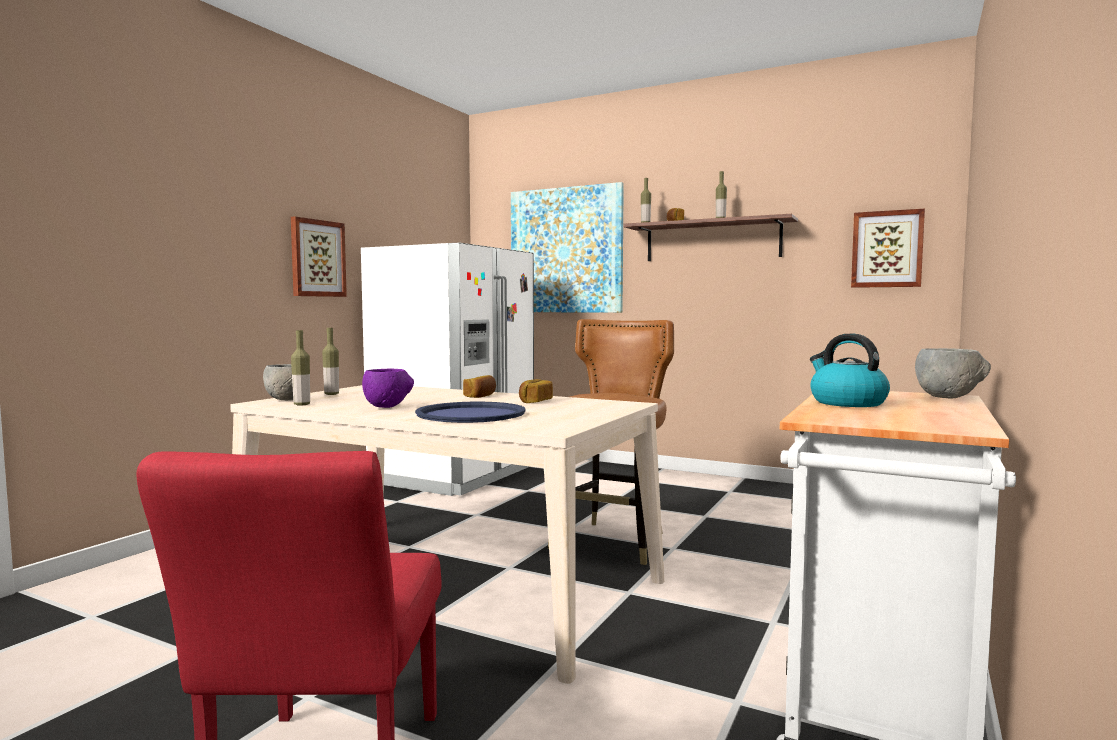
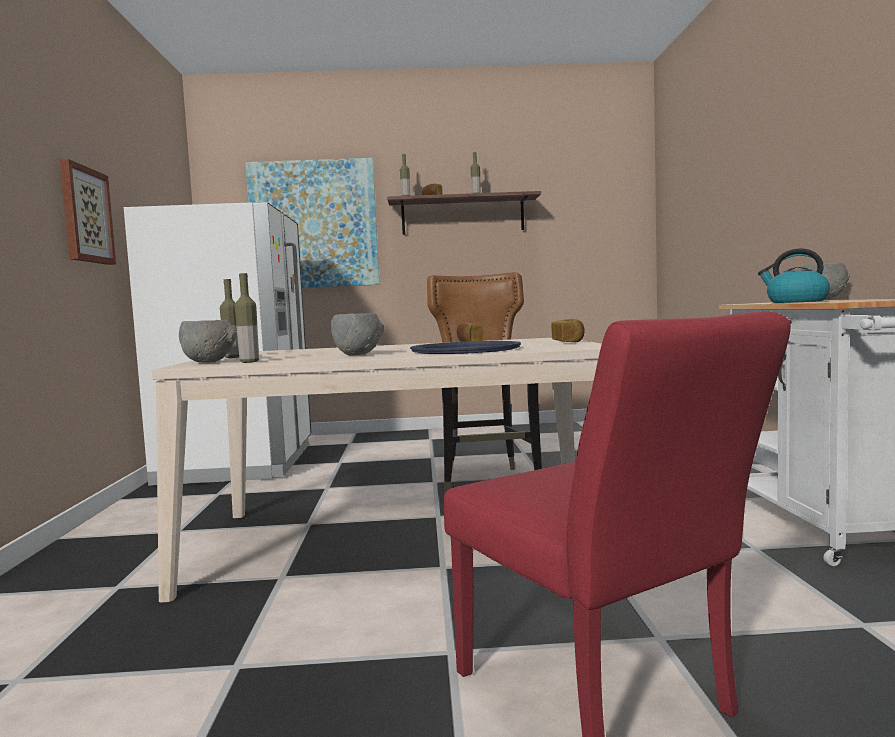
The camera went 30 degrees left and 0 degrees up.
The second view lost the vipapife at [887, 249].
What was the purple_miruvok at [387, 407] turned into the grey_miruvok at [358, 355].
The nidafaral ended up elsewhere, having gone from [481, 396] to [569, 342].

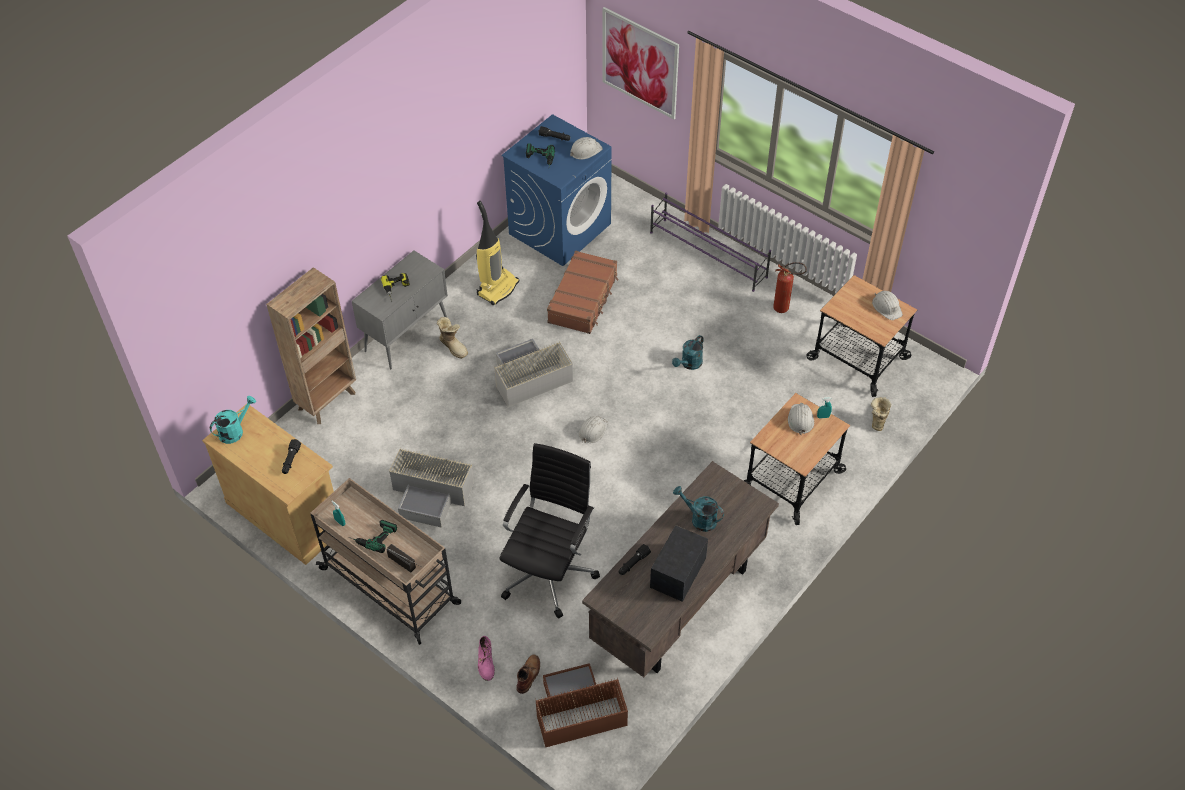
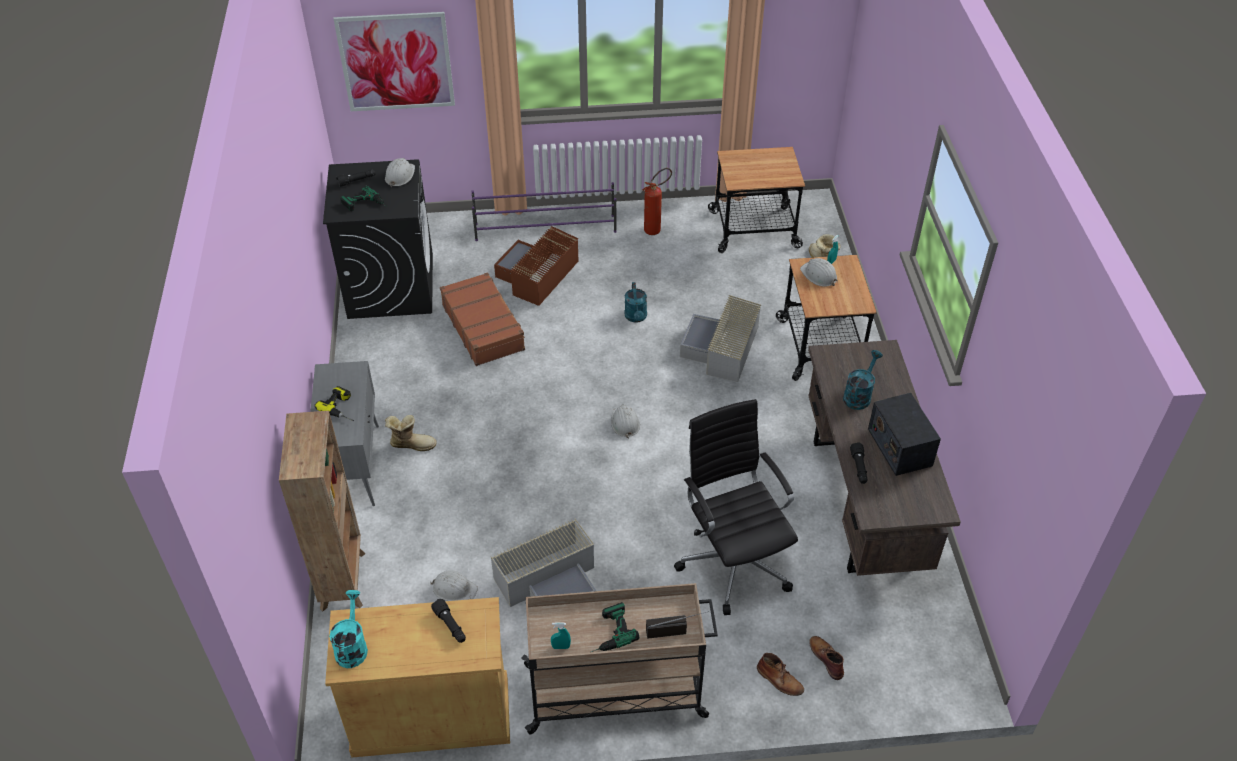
The camera went 45 degrees left and 5 degrees down.
What was the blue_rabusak at [560, 228] turned into the black_rabusak at [390, 285].
The second view lost the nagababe at [497, 288].
The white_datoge ended up elsewhere, having gone from [887, 307] to [454, 589].
The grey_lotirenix ended up elsewhere, having gone from [529, 378] to [722, 349].
The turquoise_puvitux at [699, 519] ended up facing another way, 135 degrees clockwise from before.
What was the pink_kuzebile at [486, 662] turned into the brown_kuzebile at [780, 680].
The brown_lotirenix ended up elsewhere, having gone from [577, 712] to [537, 275].

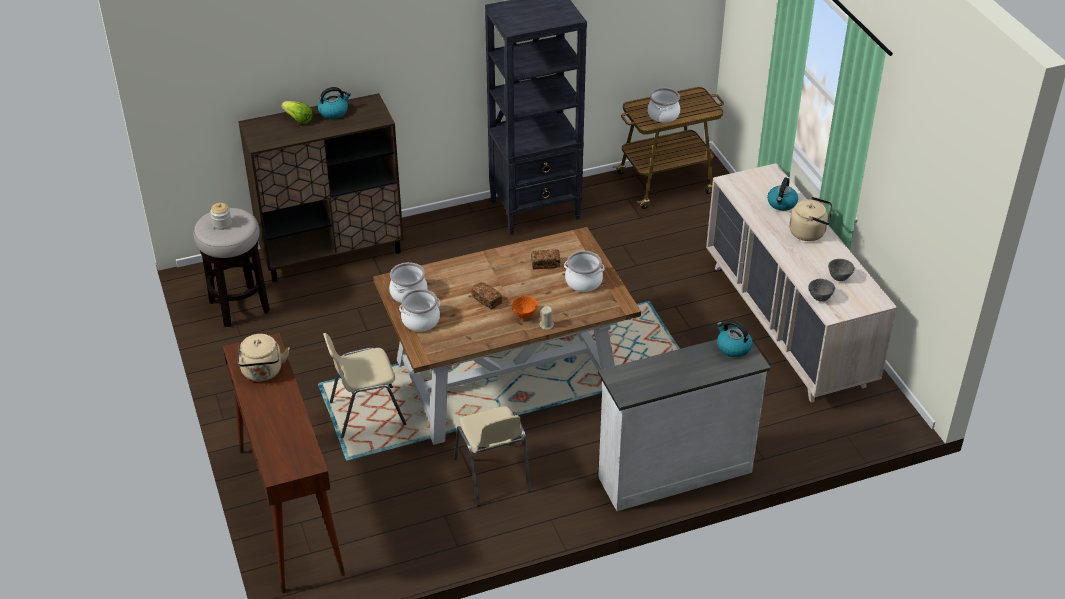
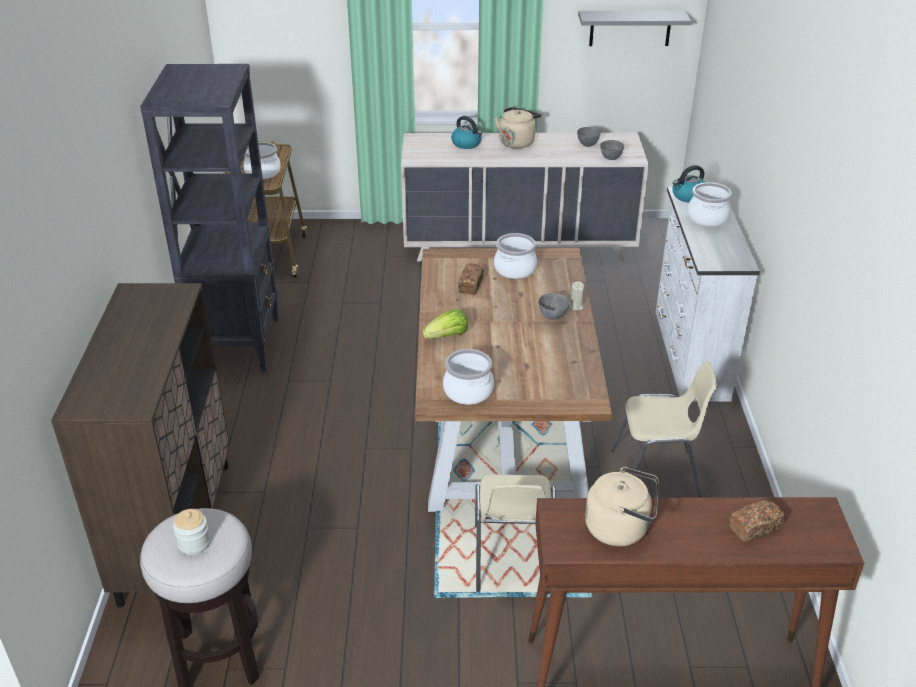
The camera went 70 degrees left and 5 degrees down.
The second view lost the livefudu at [334, 112].
The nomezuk ended up elsewhere, having gone from [298, 119] to [447, 336].
The nidafaral ended up elsewhere, having gone from [487, 300] to [754, 527].
The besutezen ended up elsewhere, having gone from [420, 321] to [708, 218].
What was the orange_miruvok at [525, 315] turned into the grey_miruvok at [553, 316].
The second view gained the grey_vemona at [630, 28].

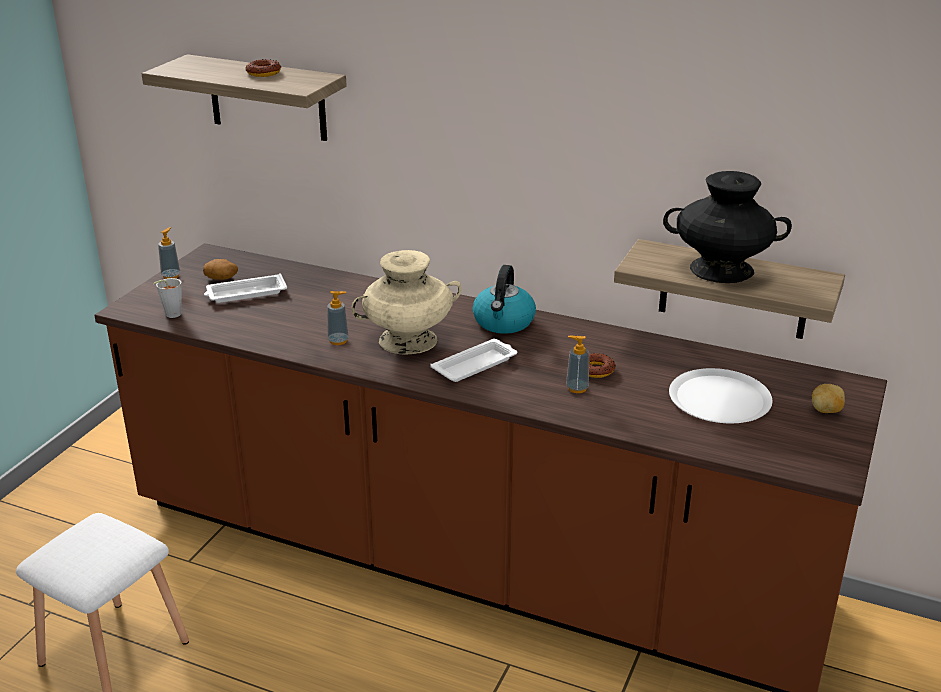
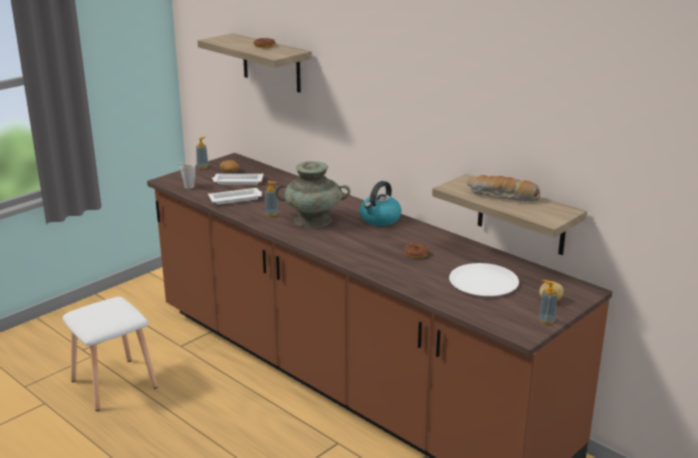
The camera went 20 degrees right and 5 degrees down.
Where the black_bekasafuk stood at [721, 270], the nidafaral came to stand at [502, 197].
What was the beige_bekasafuk at [408, 340] turned into the turquoise_bekasafuk at [313, 220].
The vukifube ended up elsewhere, having gone from [577, 388] to [546, 321].
The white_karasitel ended up elsewhere, having gone from [476, 365] to [236, 199].

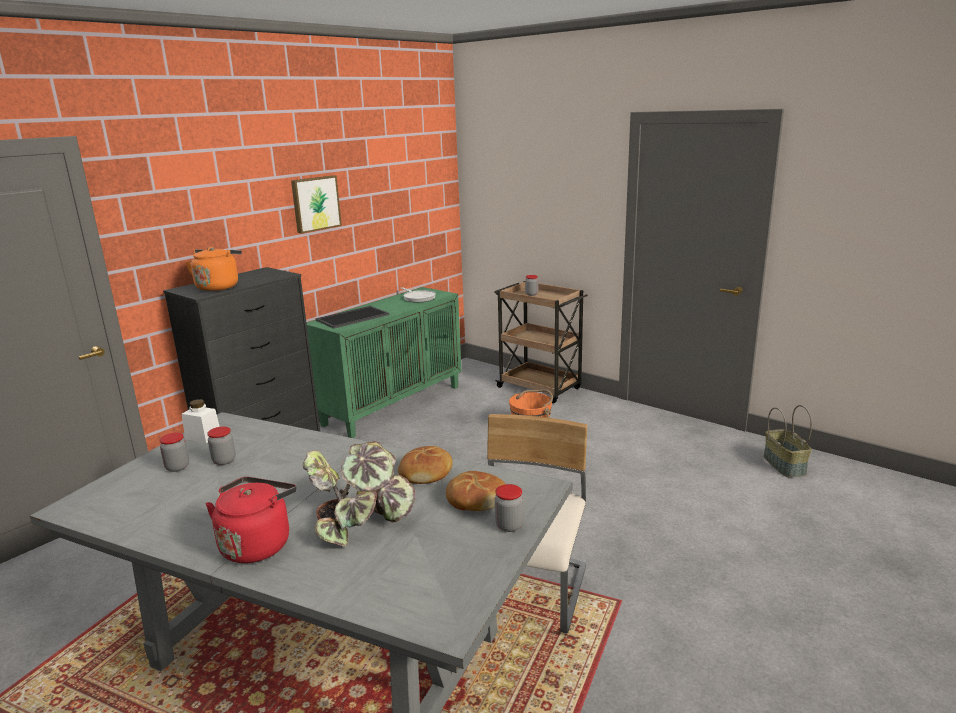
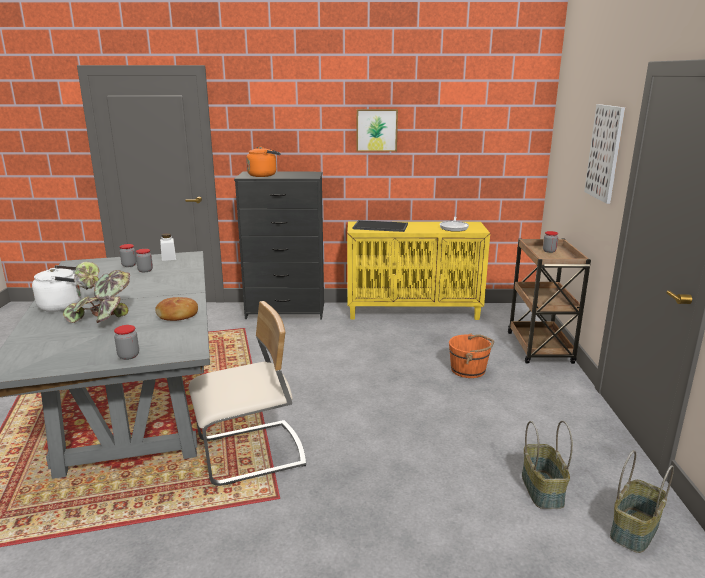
The camera went 50 degrees right and 0 degrees up.
What was the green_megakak at [393, 404] turned into the yellow_megakak at [413, 311].
The second view lost the nidafaral at [475, 499].
What was the red_livefudu at [257, 544] turned into the white_livefudu at [63, 306].
The second view gained the vipapife at [605, 152].
The second view gained the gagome at [543, 490].

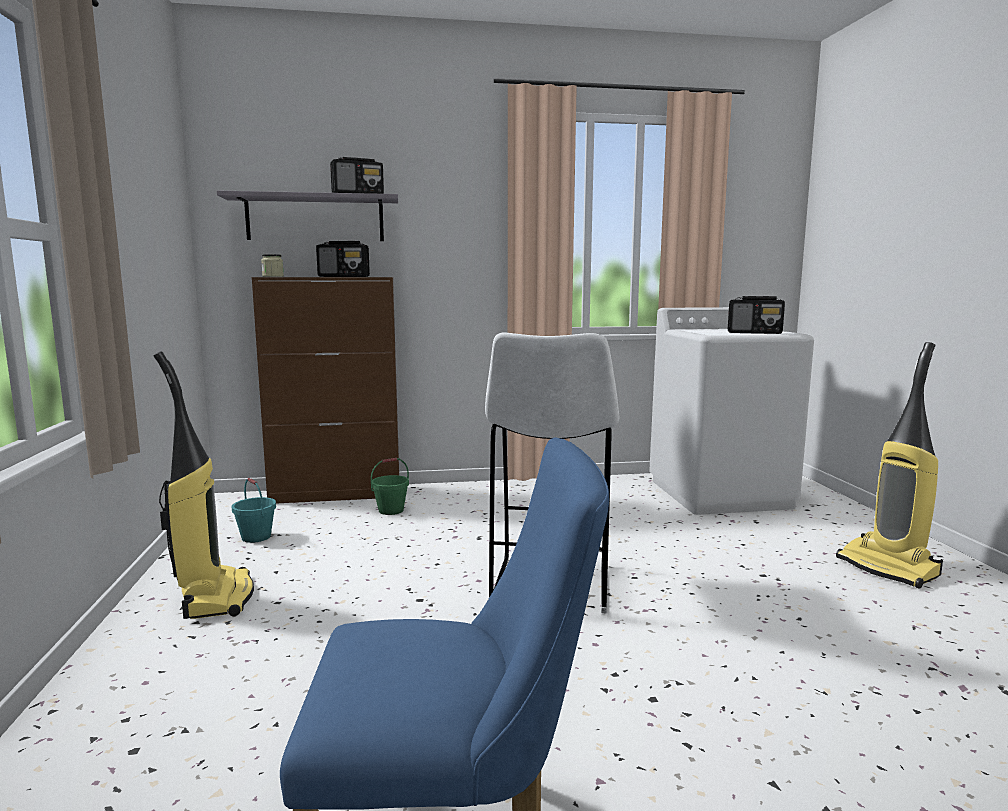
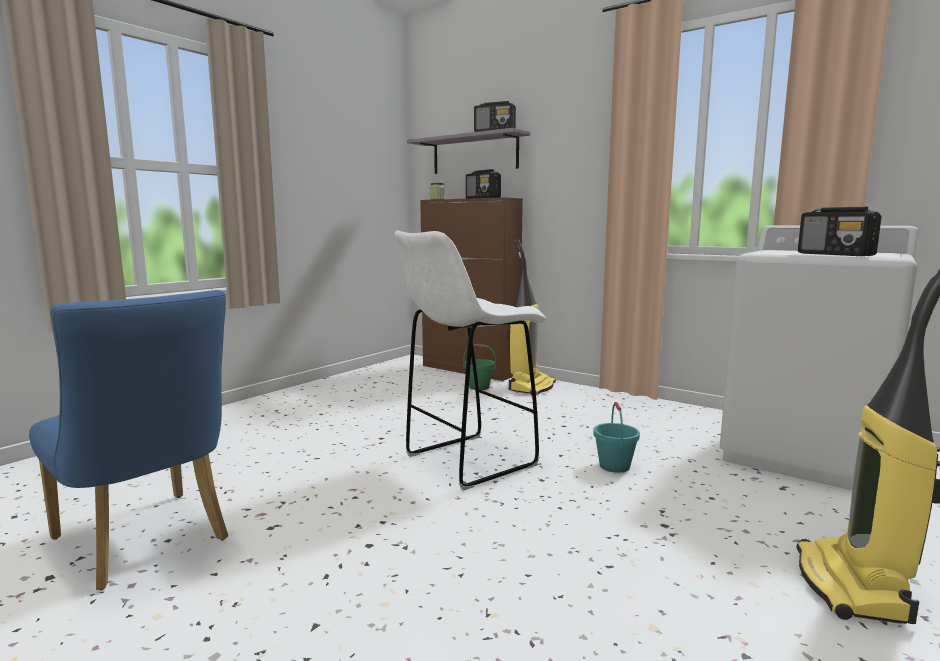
The camera went 45 degrees right and 0 degrees up.
The nagababe ended up elsewhere, having gone from [216, 597] to [531, 387].
The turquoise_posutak ended up elsewhere, having gone from [256, 537] to [615, 466].

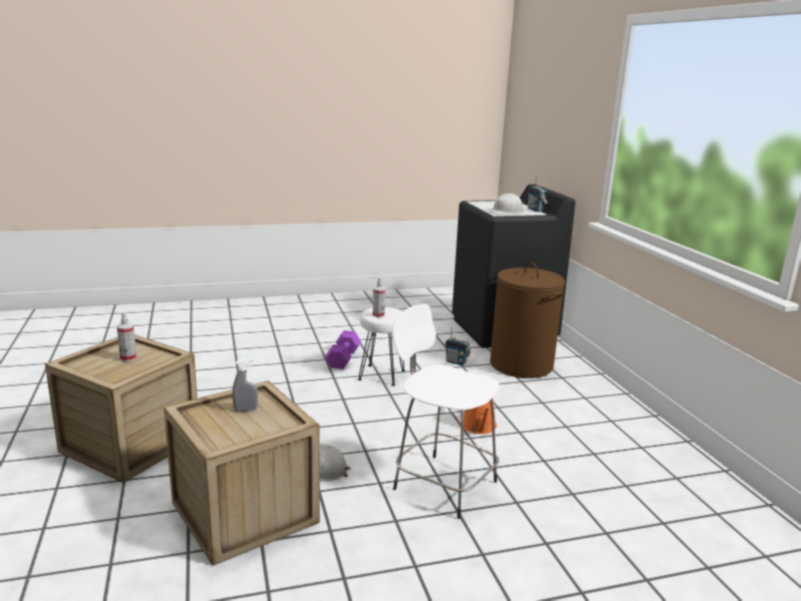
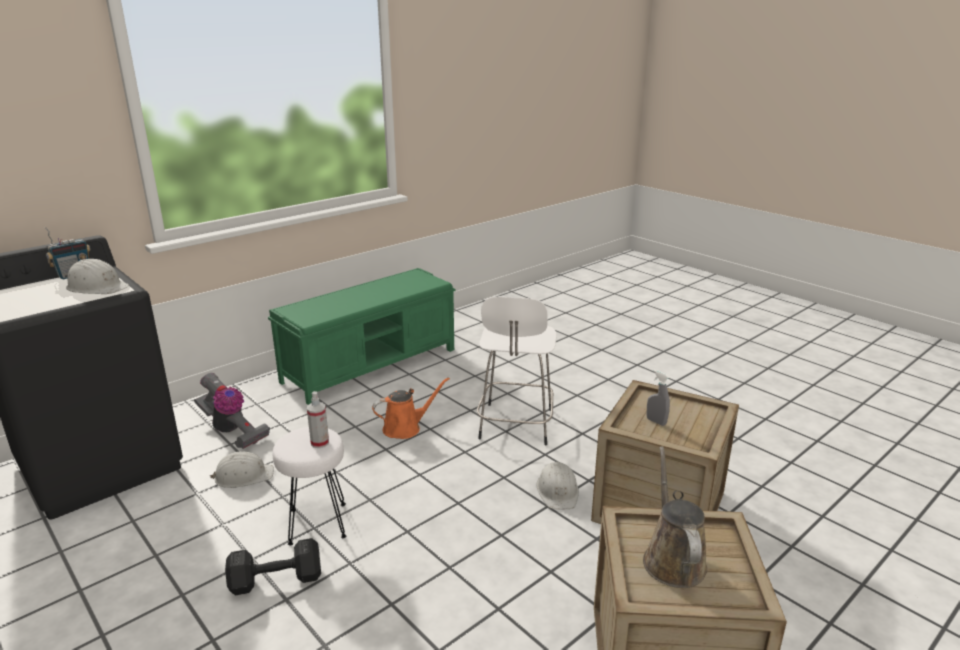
The camera went 115 degrees left and 5 degrees up.
Where the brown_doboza stood at [521, 365], the nagababe came to stand at [231, 431].
Where the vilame stood at [128, 358], the brown_puvitux came to stand at [672, 559].
Where the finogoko stood at [456, 362], the white_datoge came to stand at [243, 476].
What was the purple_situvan at [344, 358] turned into the black_situvan at [274, 580].
The second view gained the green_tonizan at [371, 365].

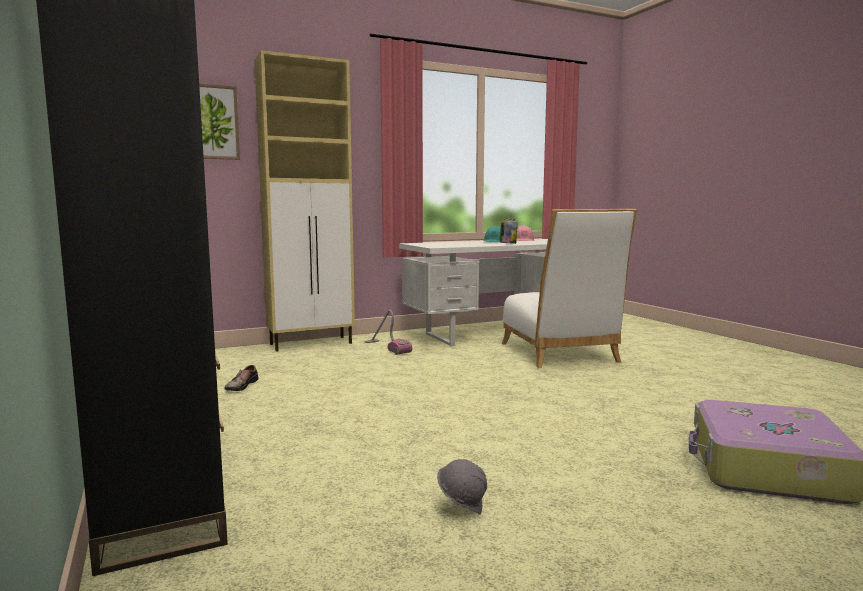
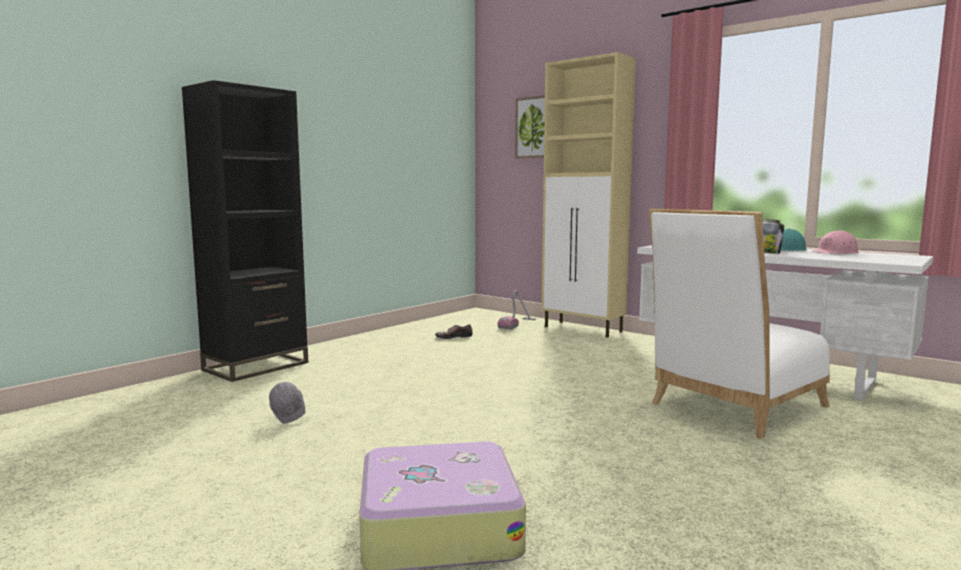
The camera went 65 degrees right and 0 degrees up.
The nagababe ended up elsewhere, having gone from [387, 347] to [517, 324].

